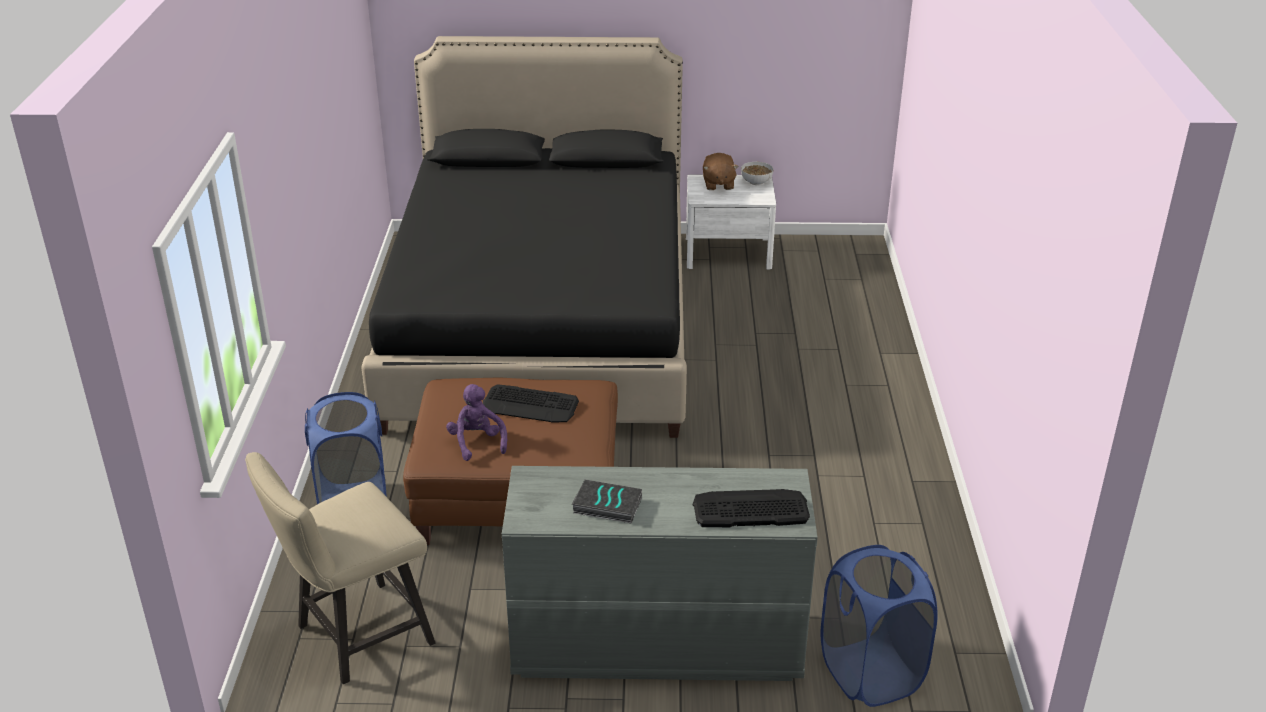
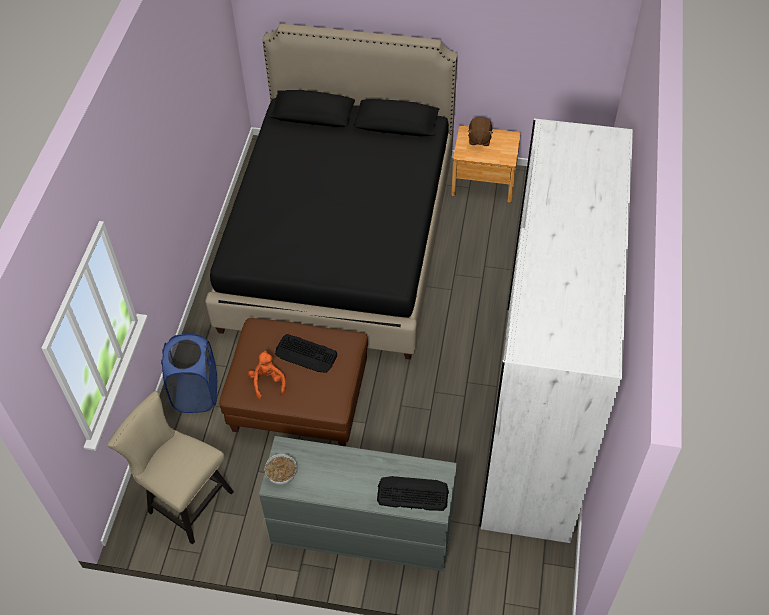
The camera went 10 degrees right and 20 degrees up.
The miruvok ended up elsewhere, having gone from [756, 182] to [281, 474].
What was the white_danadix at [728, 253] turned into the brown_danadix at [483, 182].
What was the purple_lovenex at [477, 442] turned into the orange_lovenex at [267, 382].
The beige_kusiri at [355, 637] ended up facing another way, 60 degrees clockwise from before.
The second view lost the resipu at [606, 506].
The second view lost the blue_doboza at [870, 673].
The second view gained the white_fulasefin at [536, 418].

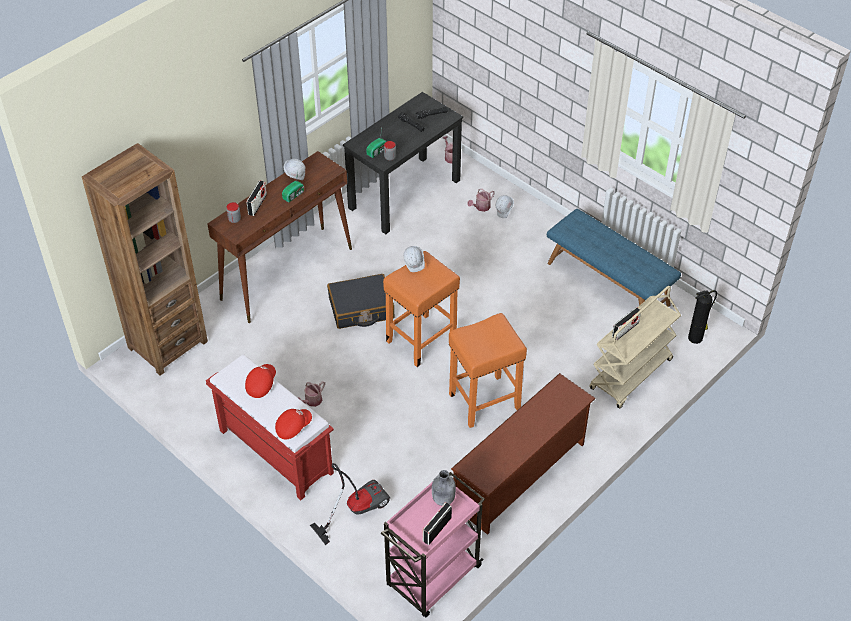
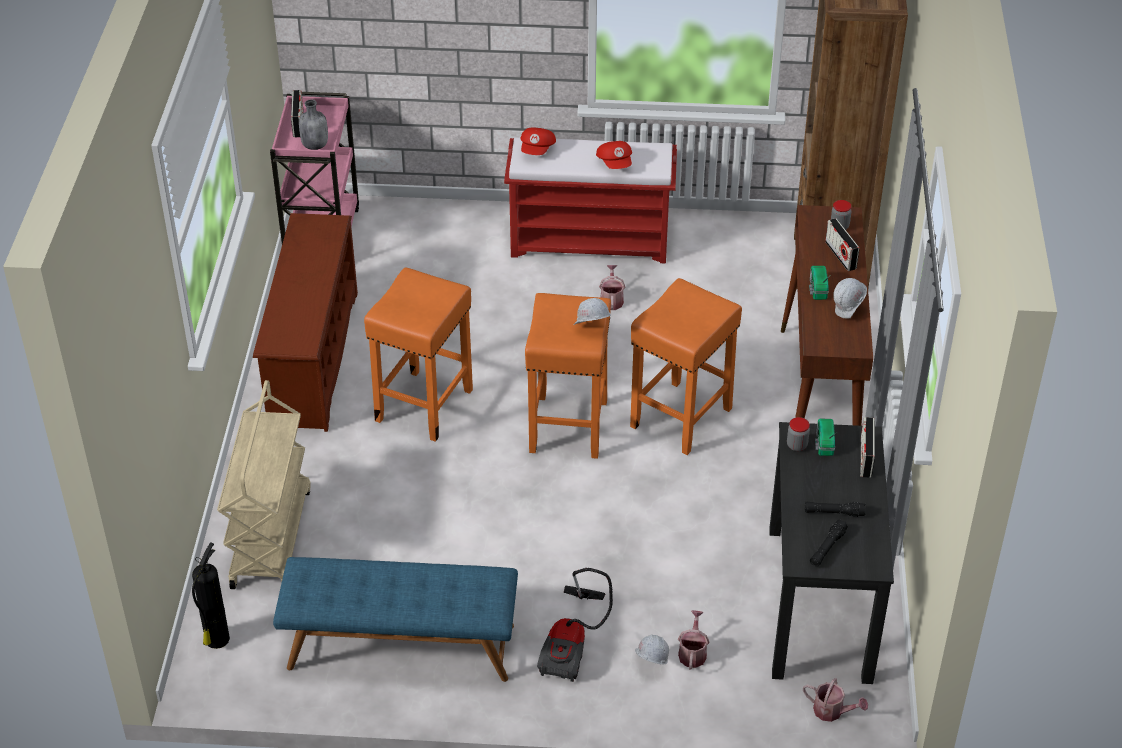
The camera went 140 degrees right and 5 degrees down.
Where the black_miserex stood at [361, 308], the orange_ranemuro came to stand at [680, 418].
The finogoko ended up elsewhere, having gone from [625, 330] to [865, 458].
The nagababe ended up elsewhere, having gone from [355, 508] to [573, 645].

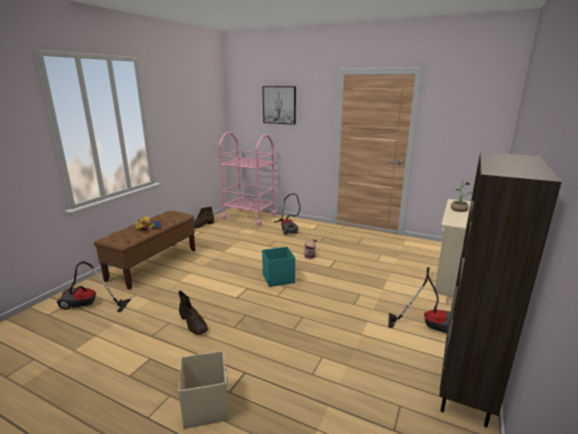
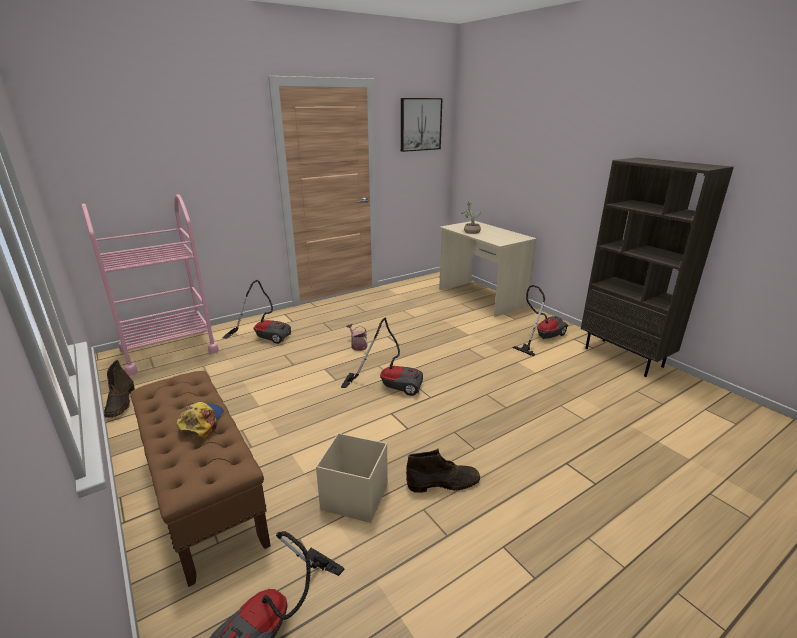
The camera went 60 degrees left and 5 degrees up.
The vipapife ended up elsewhere, having gone from [279, 105] to [420, 124].
Where the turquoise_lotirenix stood at [278, 278], the nagababe came to stand at [390, 384].
The beige_lotirenix ended up elsewhere, having gone from [206, 405] to [354, 497].

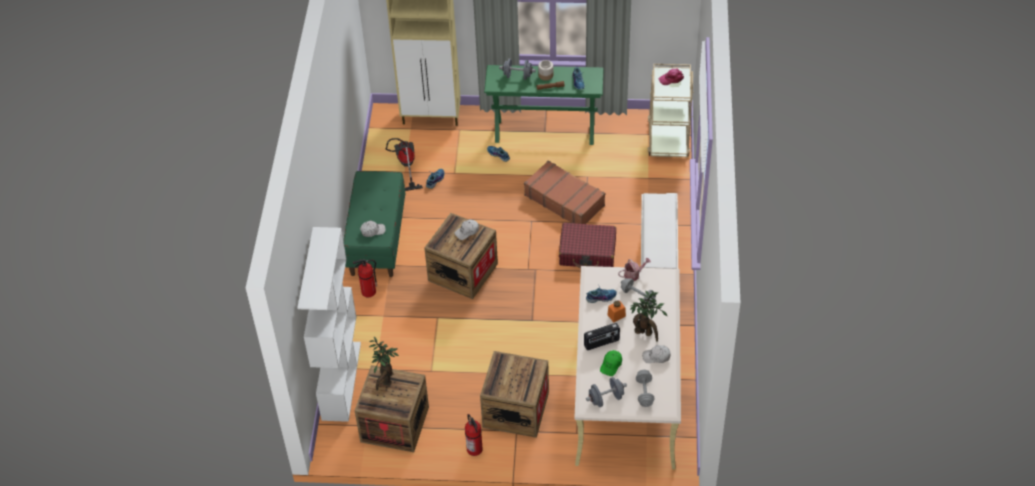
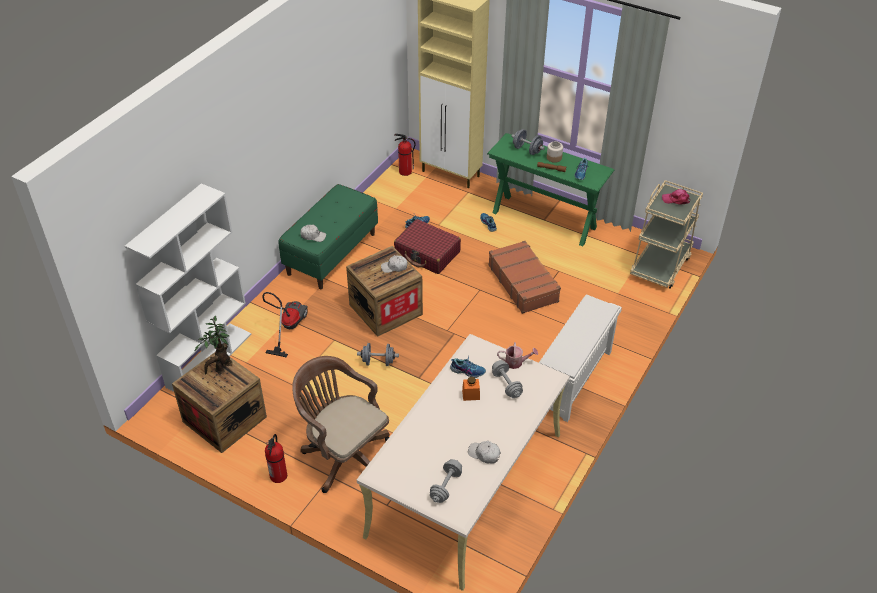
The camera went 25 degrees right and 5 degrees down.
The nagababe ended up elsewhere, having gone from [405, 165] to [287, 327].
The red_miserex ended up elsewhere, having gone from [587, 252] to [427, 253].
The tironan ended up elsewhere, having gone from [368, 292] to [404, 172].
The second view lost the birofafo at [645, 333].
The second view lost the finogoko at [601, 343].
The second view lost the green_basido at [611, 365].
Where the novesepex stood at [515, 410], the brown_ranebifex came to stand at [344, 455].
The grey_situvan ended up elsewhere, having gone from [606, 398] to [378, 362].

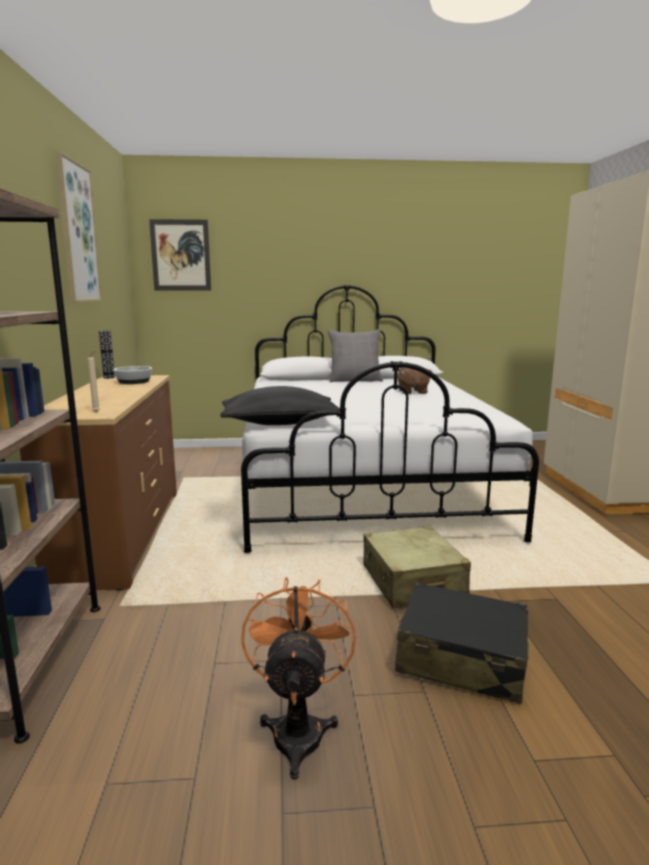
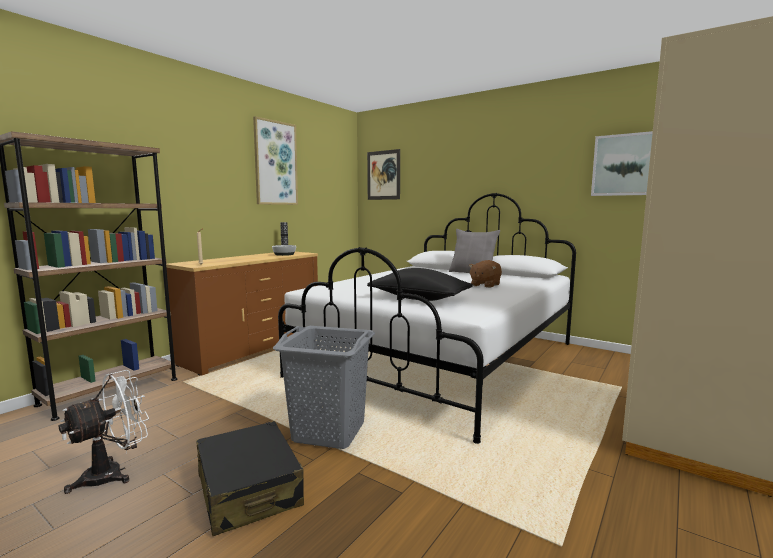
The camera went 40 degrees right and 5 degrees down.
The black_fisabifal ended up elsewhere, having gone from [279, 423] to [419, 298].
Where the beige_miserex stood at [412, 582], the grey_doboza came to stand at [329, 432].
What was the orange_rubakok at [298, 728] turned into the white_rubakok at [113, 473].
The second view gained the vipapife at [626, 165].

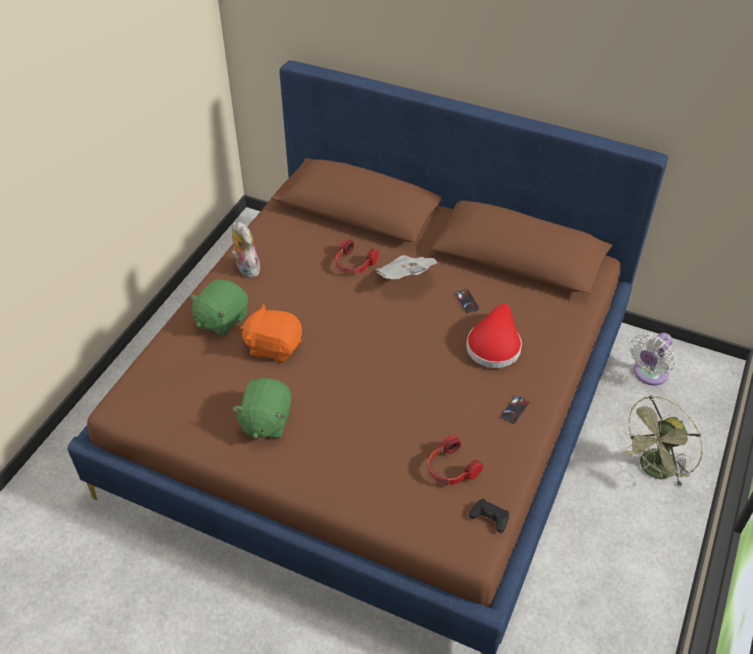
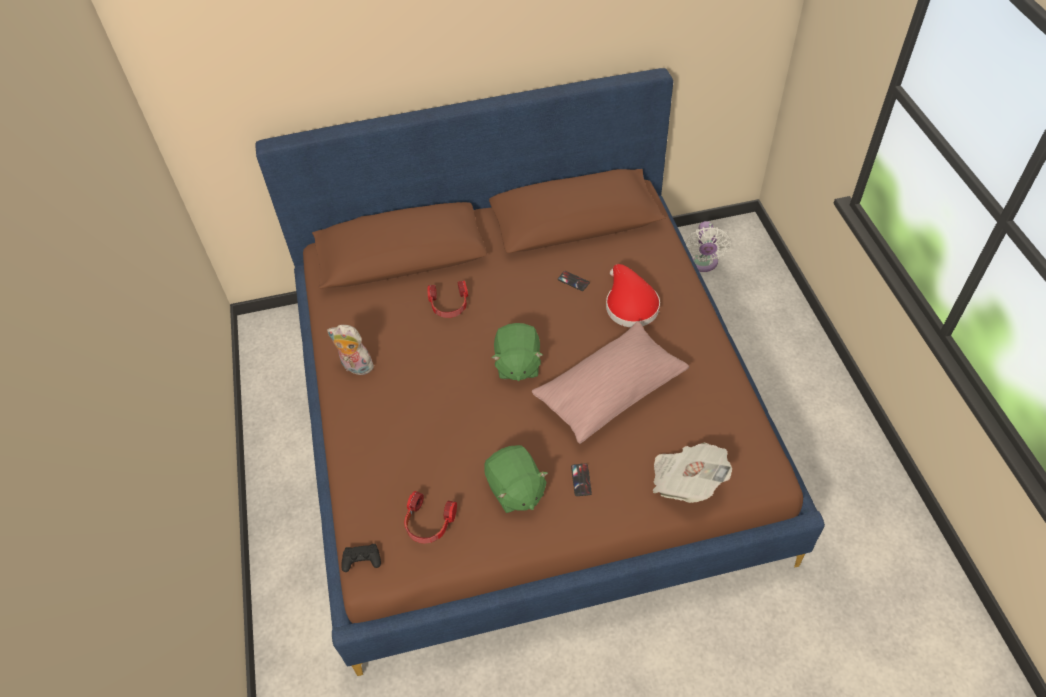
The camera went 35 degrees left and 5 degrees up.
The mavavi ended up elsewhere, having gone from [405, 278] to [686, 481].
The green_lovenex ended up elsewhere, having gone from [221, 319] to [517, 364].
The second view lost the orange_lovenex at [273, 347].
The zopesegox ended up elsewhere, having gone from [515, 409] to [581, 480].
The second view lost the green_rubakok at [653, 470].
The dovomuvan ended up elsewhere, having gone from [450, 469] to [428, 523].
The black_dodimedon ended up elsewhere, having gone from [489, 517] to [361, 559].
The second view gained the pink_fisabifal at [610, 392].

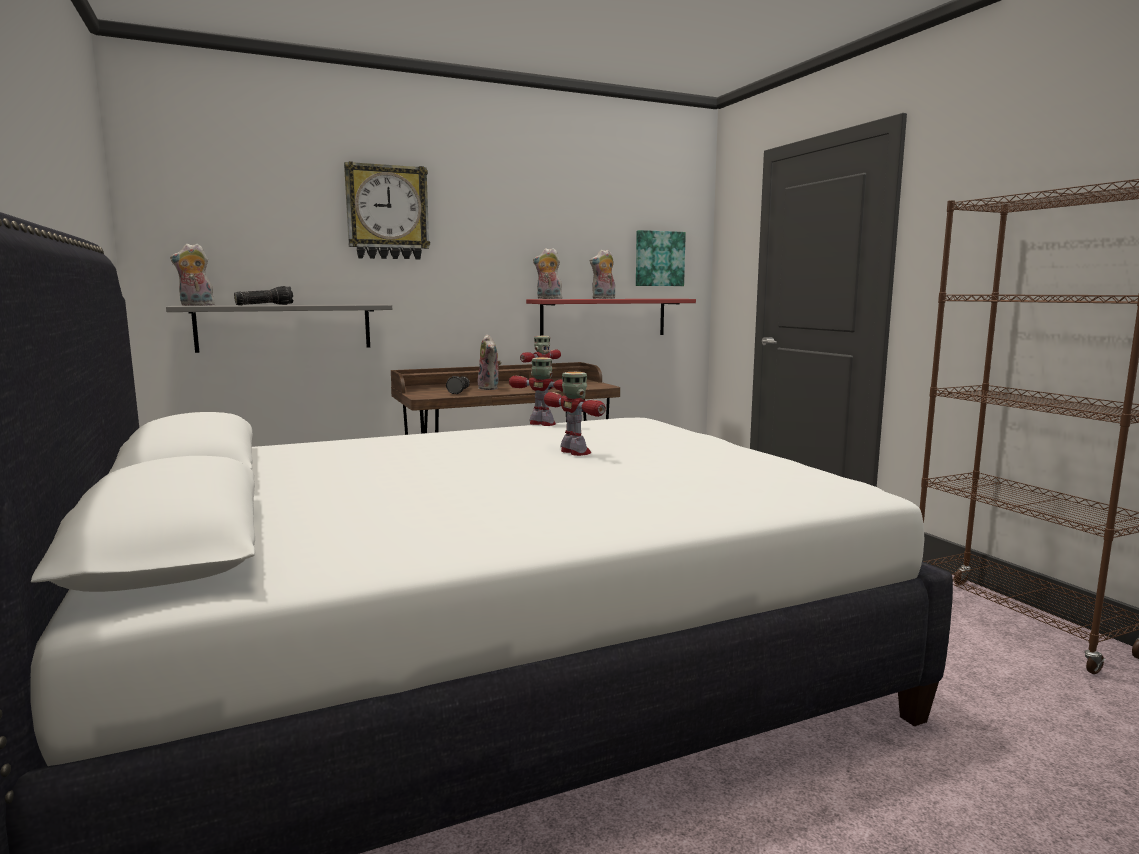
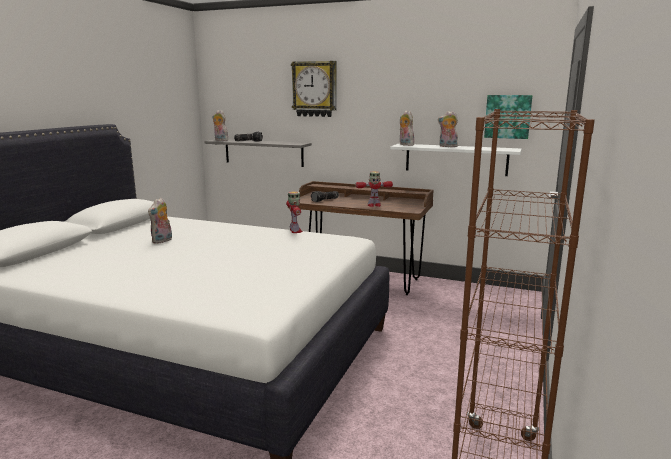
The camera went 45 degrees right and 5 degrees up.
What was the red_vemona at [603, 317] turned into the white_vemona at [456, 159].
The lovenex ended up elsewhere, having gone from [490, 388] to [162, 241].
The second view lost the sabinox at [575, 452].

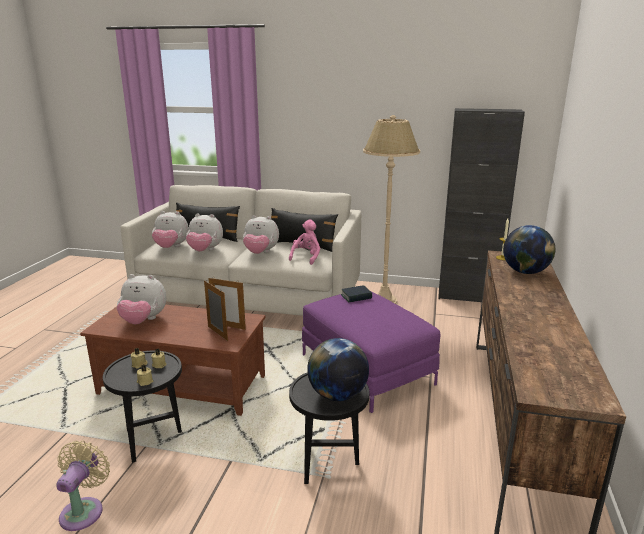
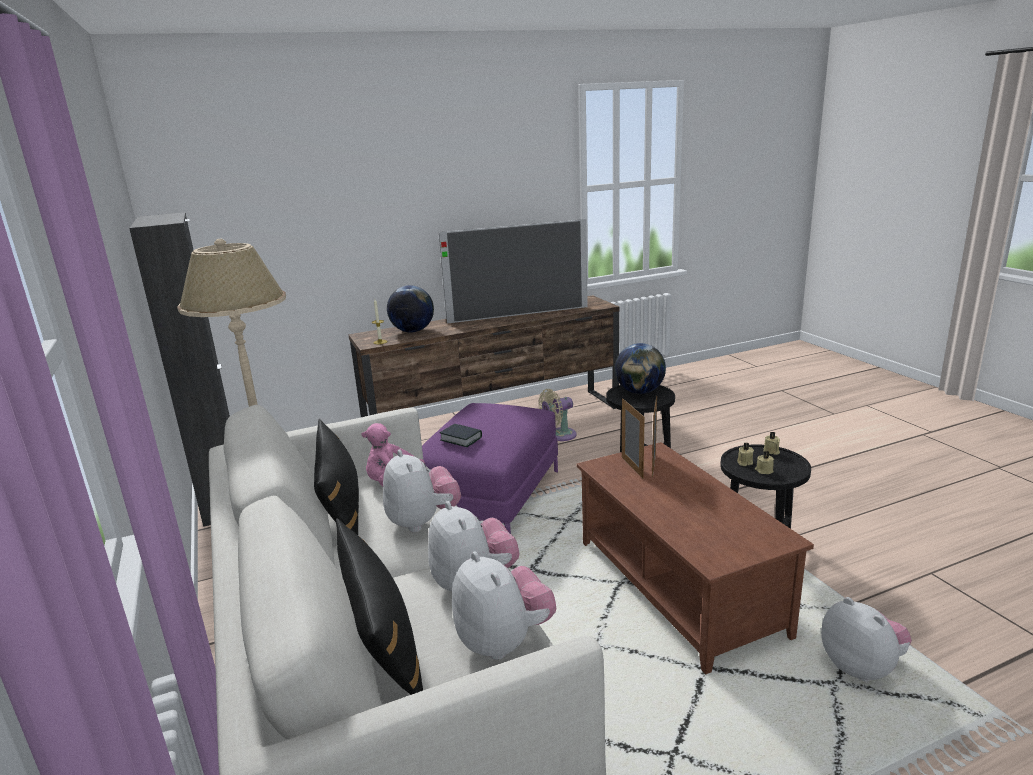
The camera went 125 degrees left and 0 degrees up.
The lovenex ended up elsewhere, having gone from [143, 321] to [861, 667].
The beige_rubakok ended up elsewhere, having gone from [84, 510] to [559, 435].
The second view gained the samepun at [518, 314].

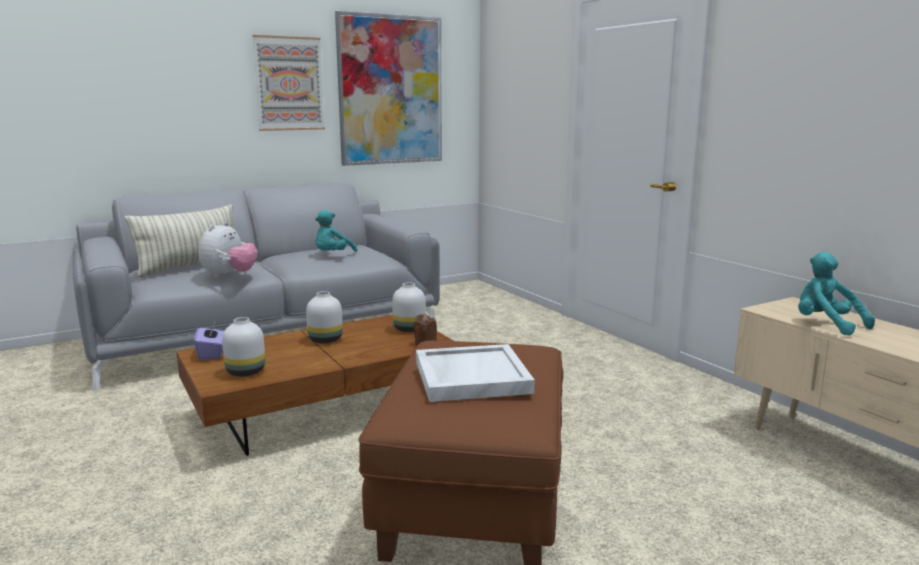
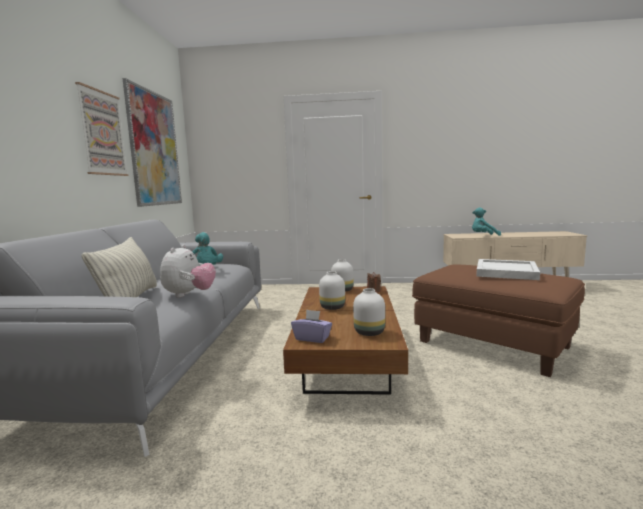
The camera went 55 degrees left and 5 degrees down.
The lovenex at [229, 276] ended up facing another way, 45 degrees clockwise from before.

